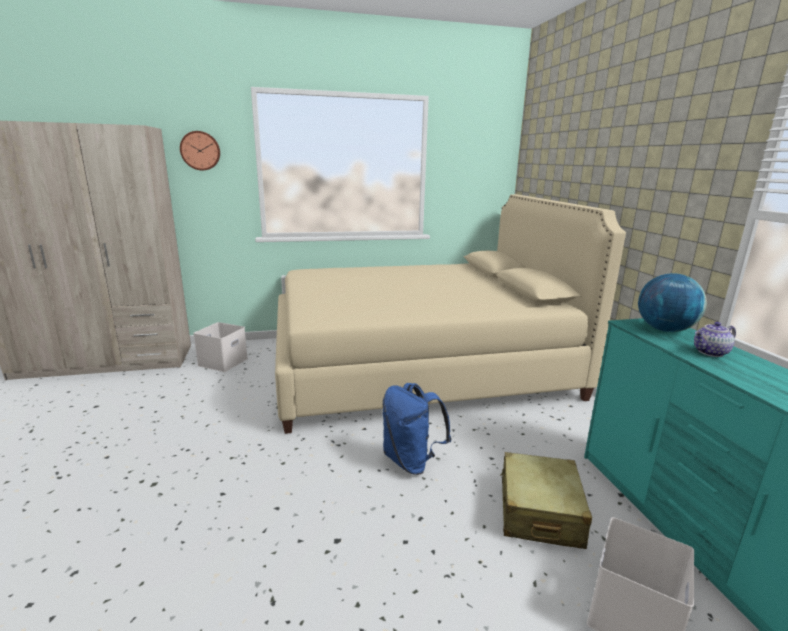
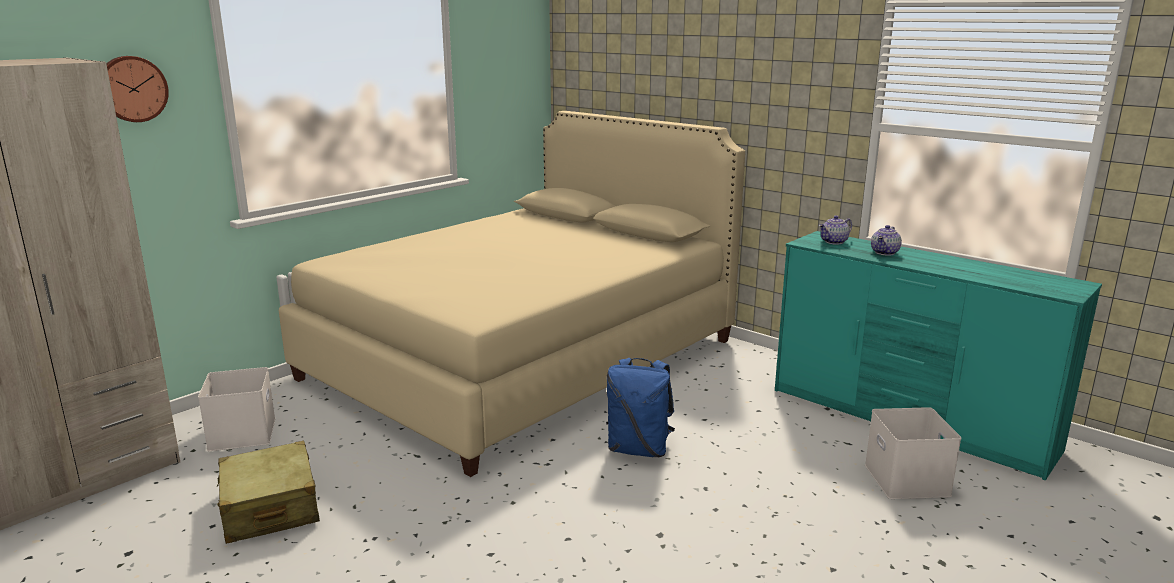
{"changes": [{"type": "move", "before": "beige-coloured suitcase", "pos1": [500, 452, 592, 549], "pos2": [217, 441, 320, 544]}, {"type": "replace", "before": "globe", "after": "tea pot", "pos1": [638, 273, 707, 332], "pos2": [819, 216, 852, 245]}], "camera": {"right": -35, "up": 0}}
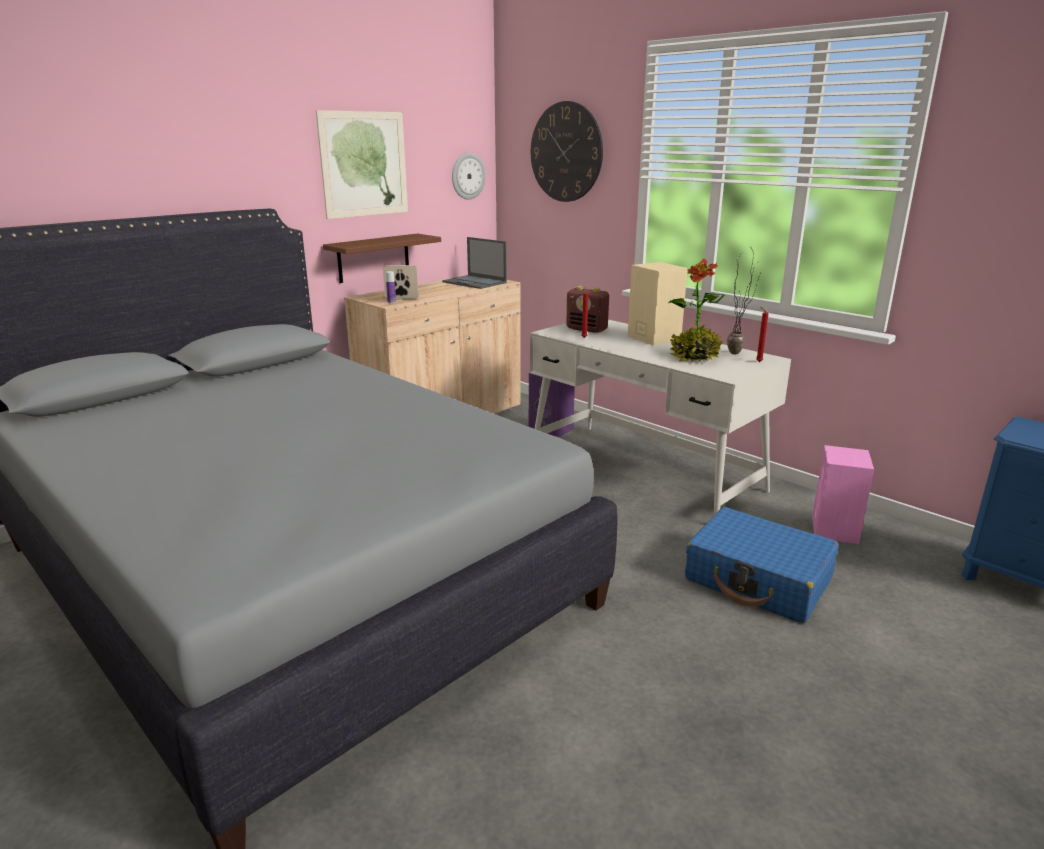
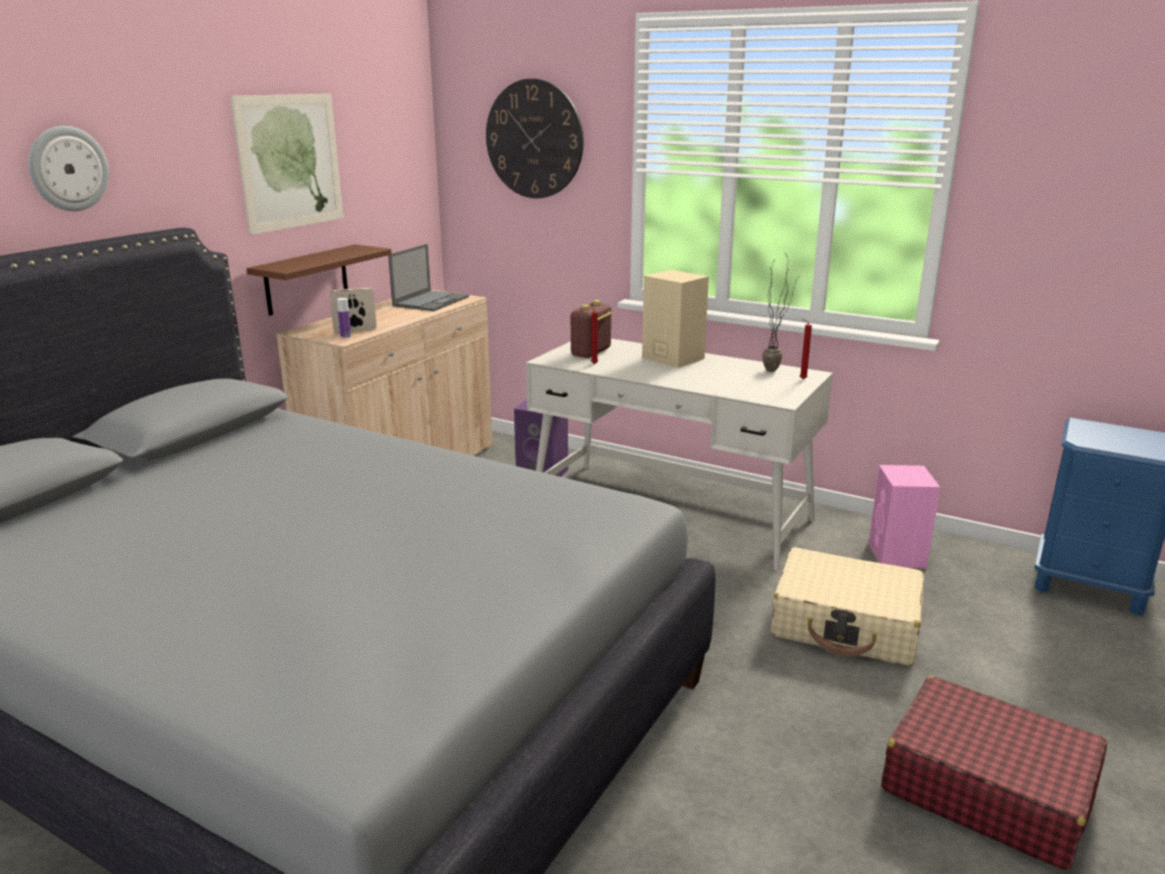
{"changes": [{"type": "delete", "before": "houseplant", "pos1": [669, 258, 724, 362]}, {"type": "insert", "after": "red suitcase", "pos2": [881, 676, 1107, 870]}, {"type": "move", "before": "hanging clock", "pos1": [452, 153, 486, 200], "pos2": [28, 126, 109, 211]}, {"type": "recolor", "before": "blue-coloured suitcase", "after": "beige-coloured suitcase", "pos1": [685, 507, 839, 623], "pos2": [771, 547, 924, 666]}, {"type": "rotate", "before": "notebook computer", "pos1": [442, 237, 507, 289], "pos2": [388, 244, 469, 311], "turn": -90}, {"type": "rotate", "before": "radio", "pos1": [566, 286, 609, 333], "pos2": [571, 300, 612, 358], "turn": 105}], "camera": {"right": -15, "up": 0}}
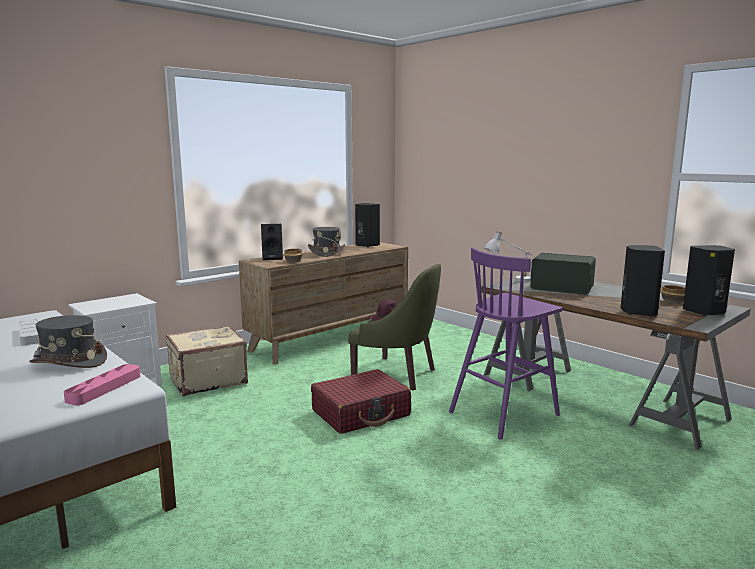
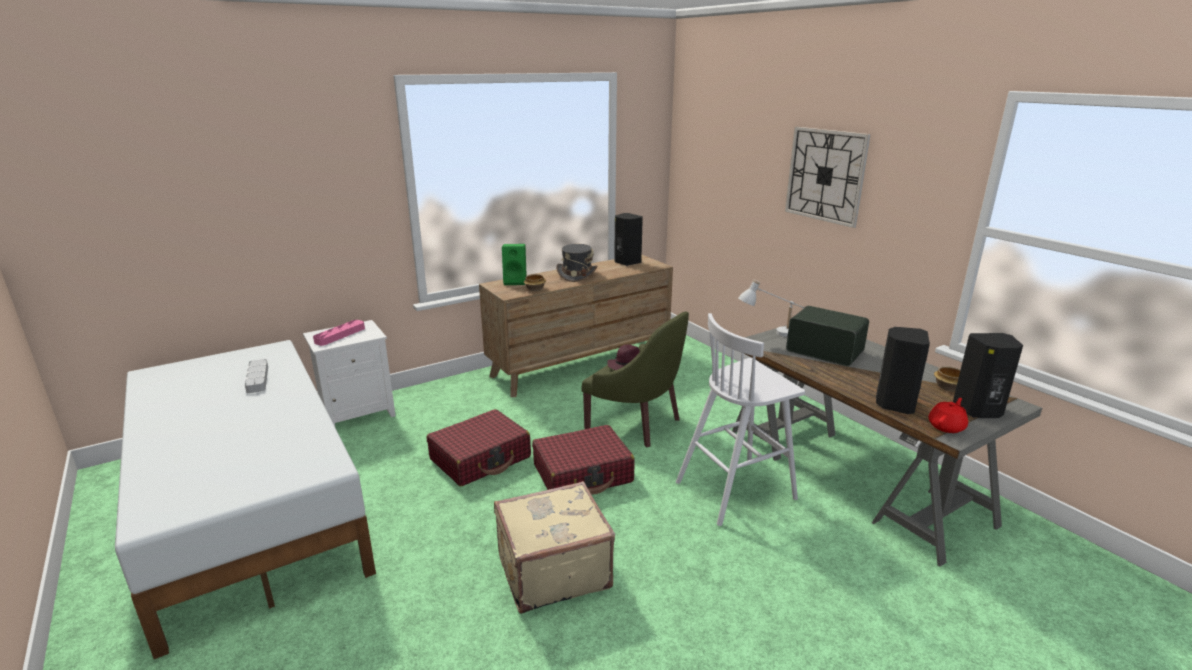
{"changes": [{"type": "delete", "before": "gray wearable hat", "pos1": [29, 315, 107, 368]}, {"type": "insert", "after": "red suitcase", "pos2": [427, 409, 531, 486]}, {"type": "insert", "after": "hanging clock", "pos2": [785, 127, 871, 228]}, {"type": "insert", "after": "red tea pot", "pos2": [929, 398, 968, 433]}, {"type": "move", "before": "pink serving tray", "pos1": [64, 364, 141, 406], "pos2": [313, 320, 365, 346]}, {"type": "move", "before": "beige-coloured suitcase", "pos1": [166, 325, 248, 397], "pos2": [494, 481, 615, 614]}, {"type": "recolor", "before": "blackish speaker", "after": "green speaker", "pos1": [261, 224, 283, 260], "pos2": [502, 244, 527, 285]}, {"type": "recolor", "before": "purple-coloured sitting stool", "after": "white-coloured sitting stool", "pos1": [449, 248, 562, 440], "pos2": [676, 313, 805, 526]}], "camera": {"right": 10, "up": 10}}
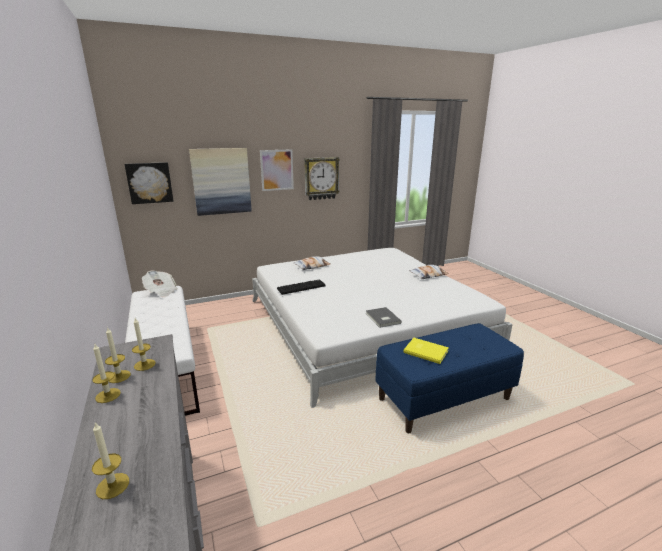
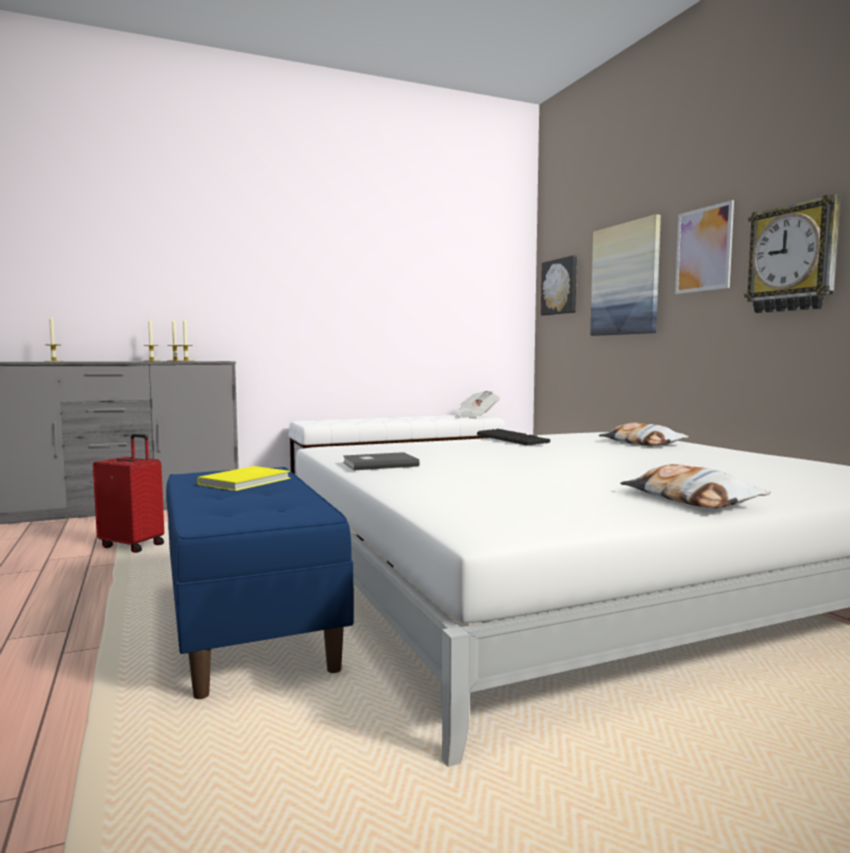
{"changes": [{"type": "insert", "after": "red suitcase", "pos2": [93, 434, 164, 553]}], "camera": {"right": 90, "up": -15}}
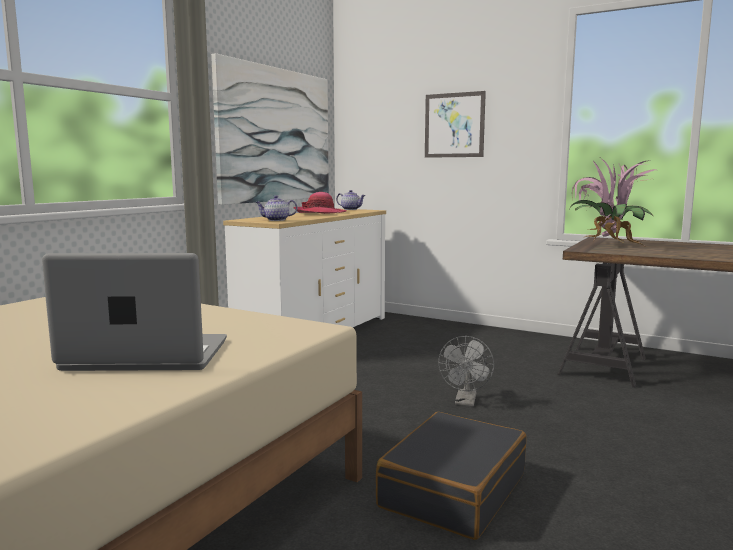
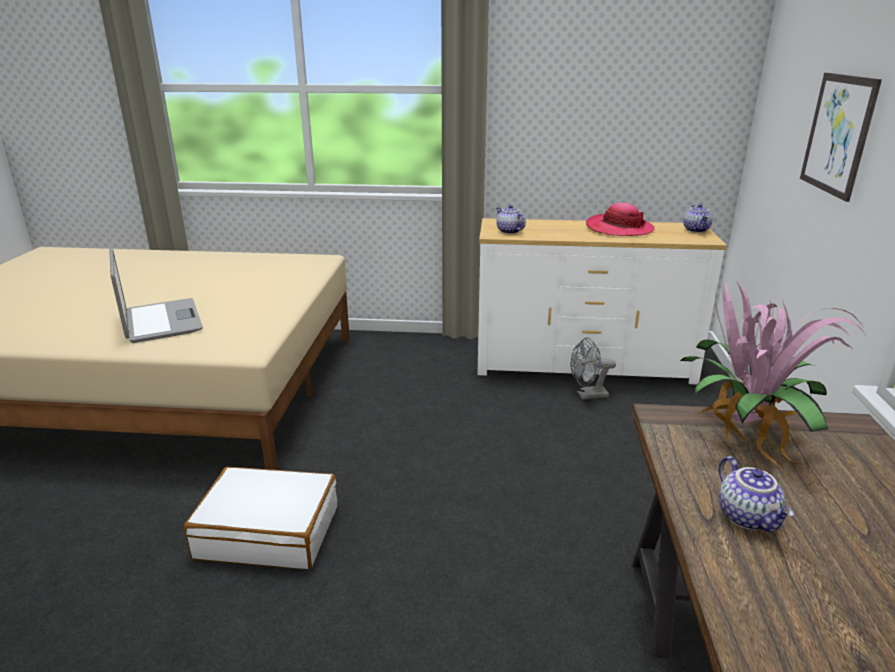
{"changes": [{"type": "delete", "before": "wall art", "pos1": [211, 53, 329, 205]}, {"type": "insert", "after": "tea pot", "pos2": [719, 456, 794, 532]}, {"type": "move", "before": "gray cooling fan", "pos1": [438, 336, 494, 406], "pos2": [571, 337, 616, 400]}, {"type": "recolor", "before": "blackish suitcase", "after": "white-coloured suitcase", "pos1": [376, 412, 526, 540], "pos2": [184, 467, 337, 569]}], "camera": {"right": 65, "up": 15}}
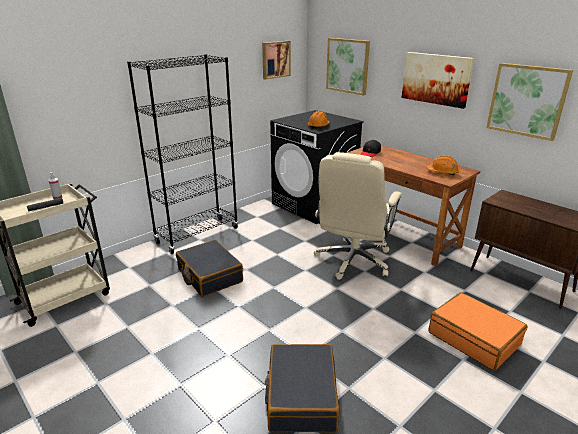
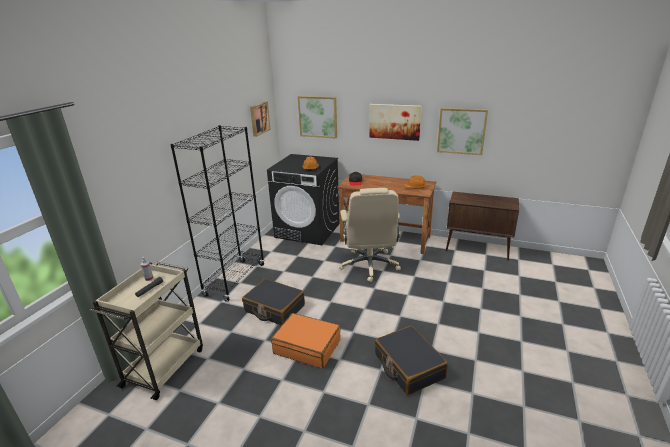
{"changes": [{"type": "move", "before": "orange-coloured suitcase", "pos1": [428, 292, 528, 370], "pos2": [271, 313, 341, 368]}], "camera": {"right": -25, "up": 0}}
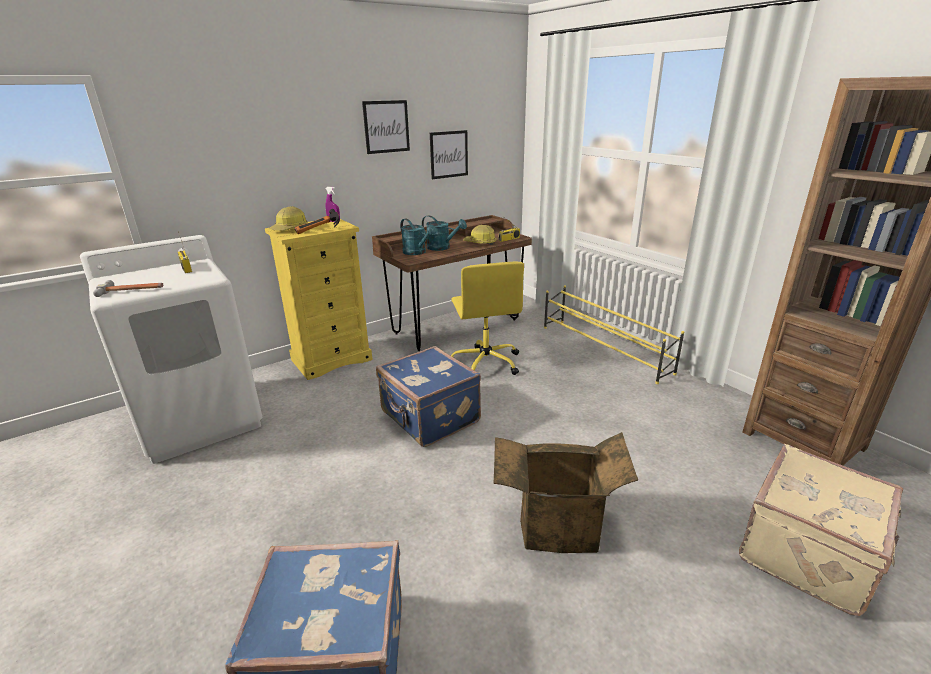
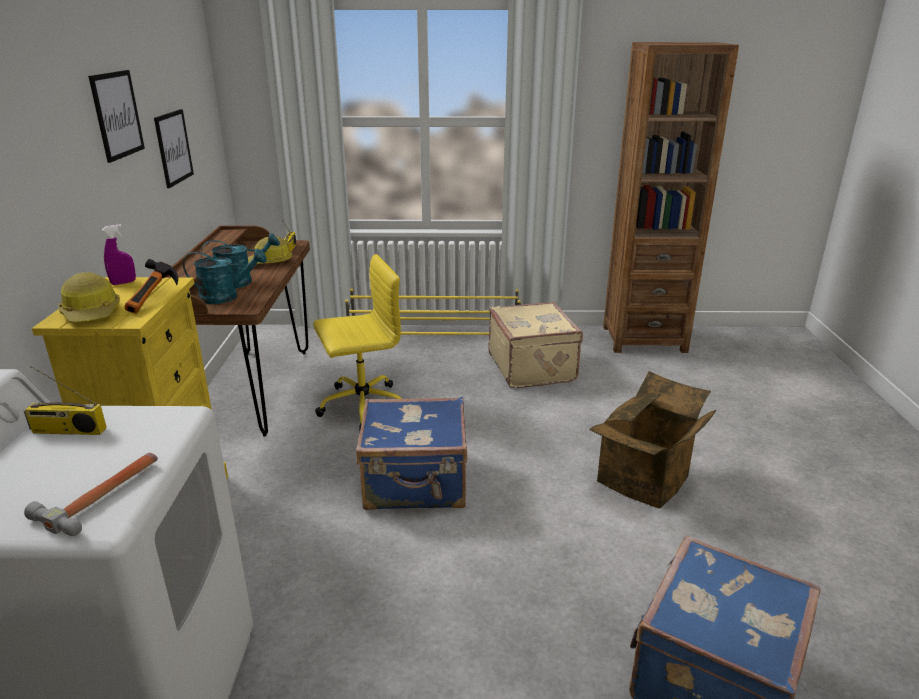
{"changes": [{"type": "move", "before": "beige-coloured suitcase", "pos1": [739, 444, 903, 616], "pos2": [488, 302, 583, 388]}, {"type": "rotate", "before": "yellowish computer chair", "pos1": [451, 261, 524, 375], "pos2": [313, 254, 402, 430], "turn": -45}], "camera": {"right": -55, "up": 0}}
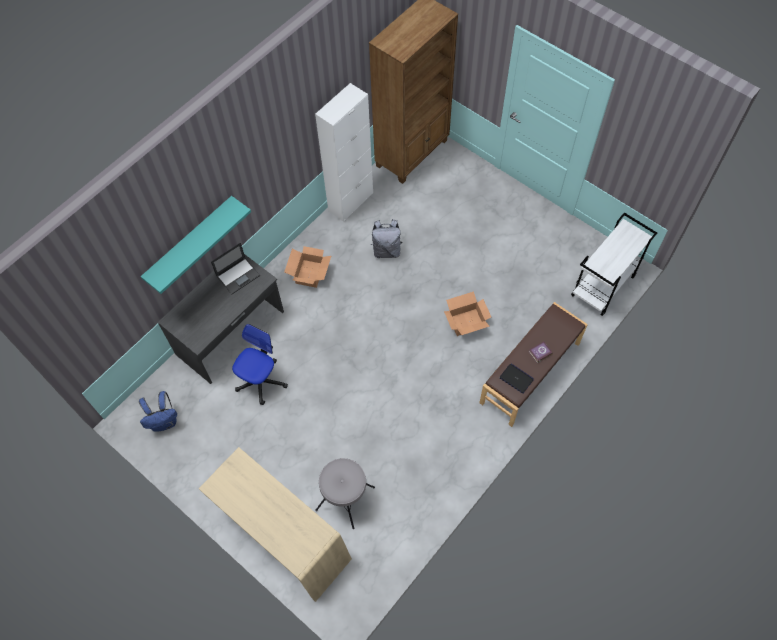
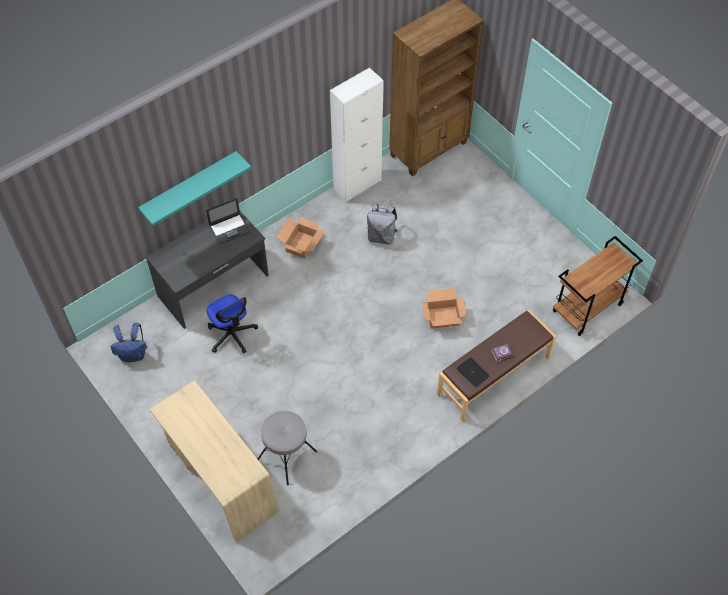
{"changes": [{"type": "recolor", "before": "white-coloured trolley", "after": "brown-coloured trolley", "pos1": [571, 213, 657, 316], "pos2": [553, 236, 643, 336]}, {"type": "rotate", "before": "computer chair", "pos1": [232, 324, 288, 405], "pos2": [206, 295, 258, 353], "turn": 105}], "camera": {"right": 10, "up": -5}}
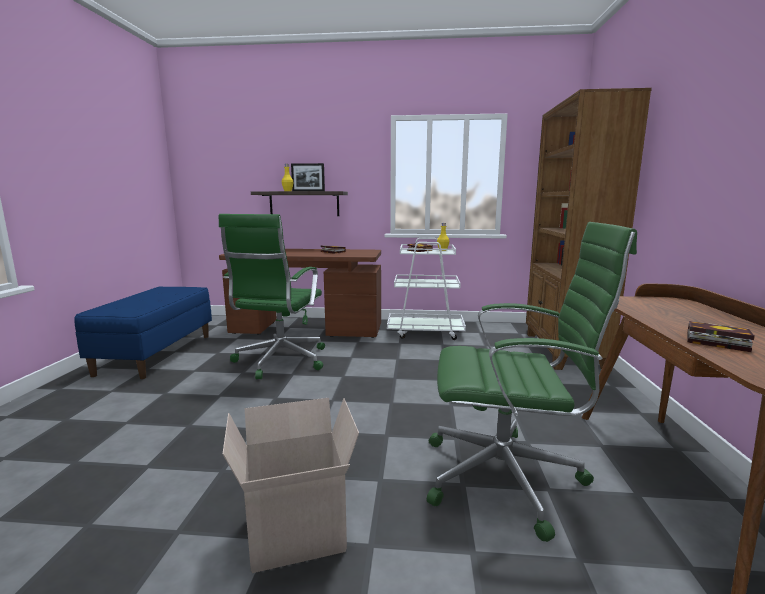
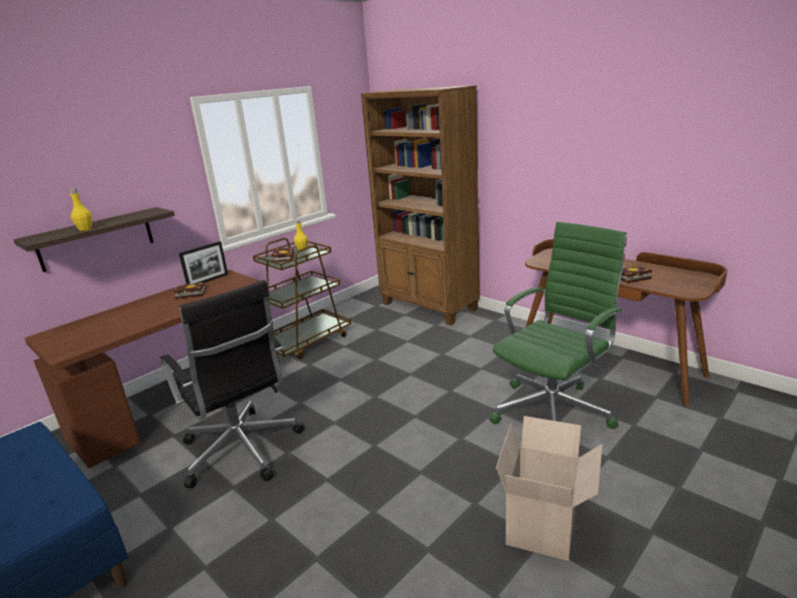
{"changes": [{"type": "move", "before": "standing frame", "pos1": [291, 163, 325, 191], "pos2": [179, 241, 228, 285]}, {"type": "recolor", "before": "green computer chair", "after": "blackish computer chair", "pos1": [219, 214, 325, 379], "pos2": [160, 280, 304, 489]}, {"type": "recolor", "before": "white-coloured trolley", "after": "brown-coloured trolley", "pos1": [387, 238, 466, 340], "pos2": [253, 238, 351, 359]}], "camera": {"right": -50, "up": 10}}
